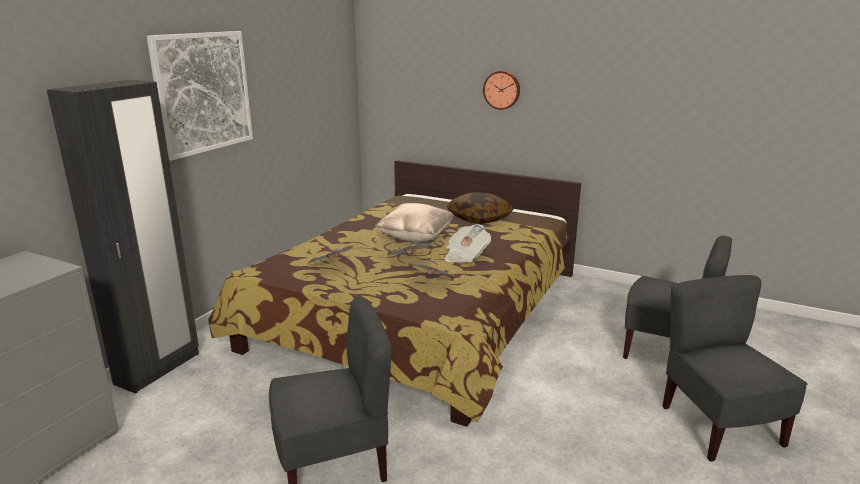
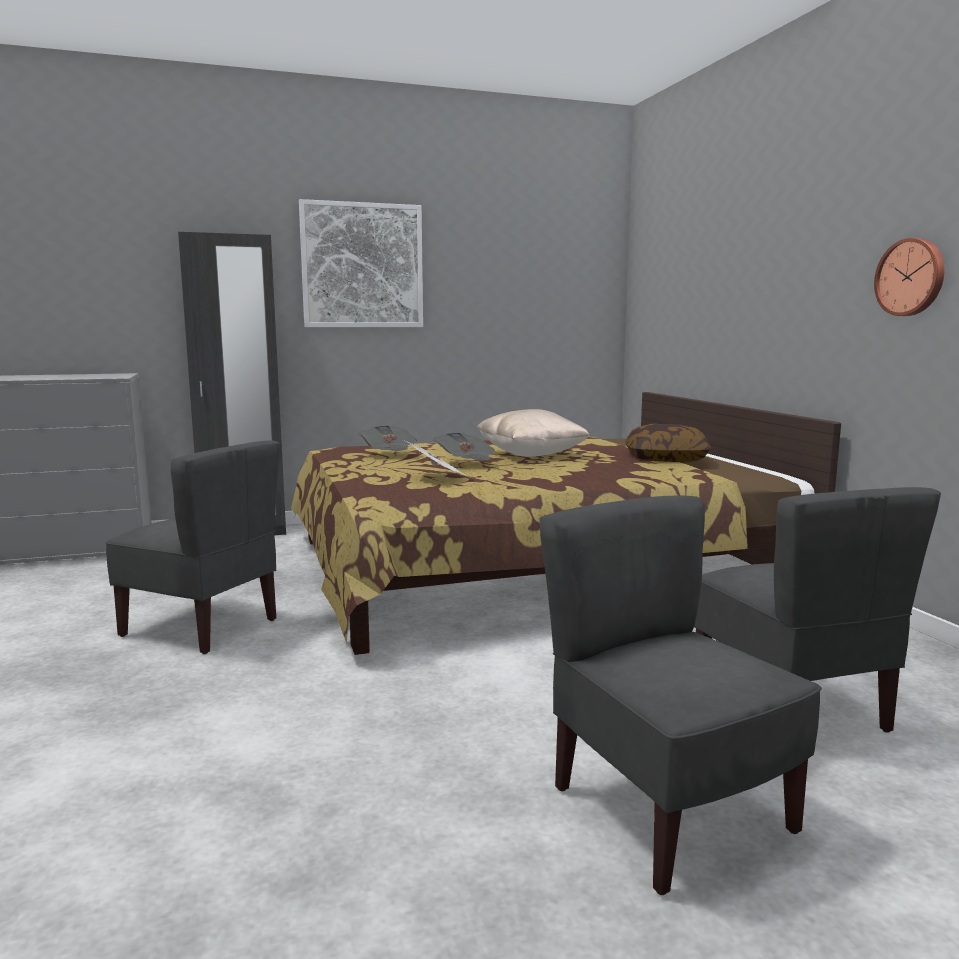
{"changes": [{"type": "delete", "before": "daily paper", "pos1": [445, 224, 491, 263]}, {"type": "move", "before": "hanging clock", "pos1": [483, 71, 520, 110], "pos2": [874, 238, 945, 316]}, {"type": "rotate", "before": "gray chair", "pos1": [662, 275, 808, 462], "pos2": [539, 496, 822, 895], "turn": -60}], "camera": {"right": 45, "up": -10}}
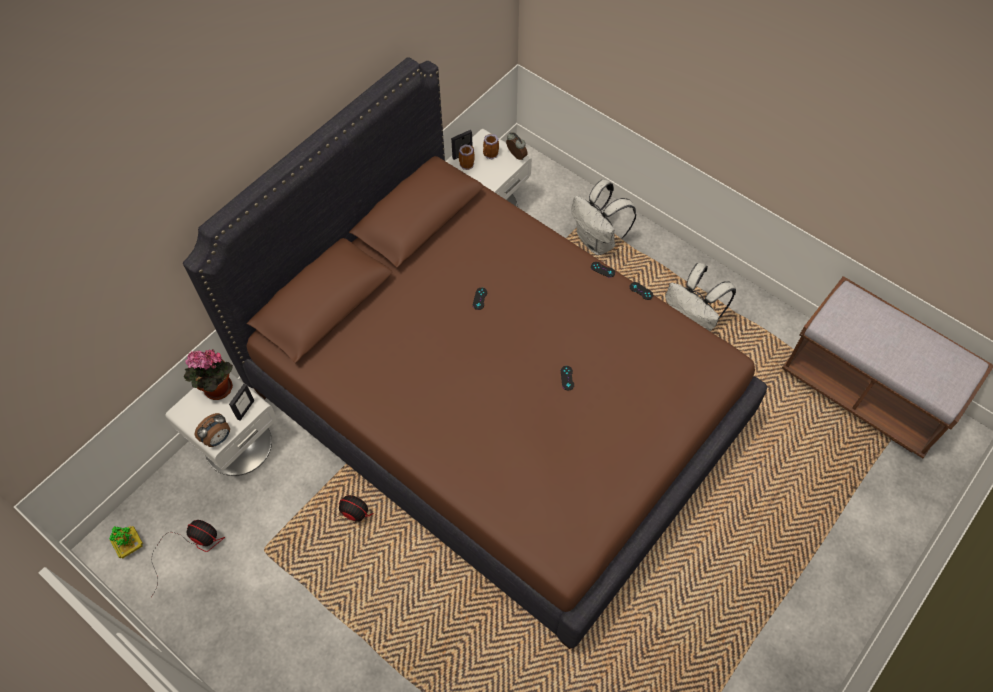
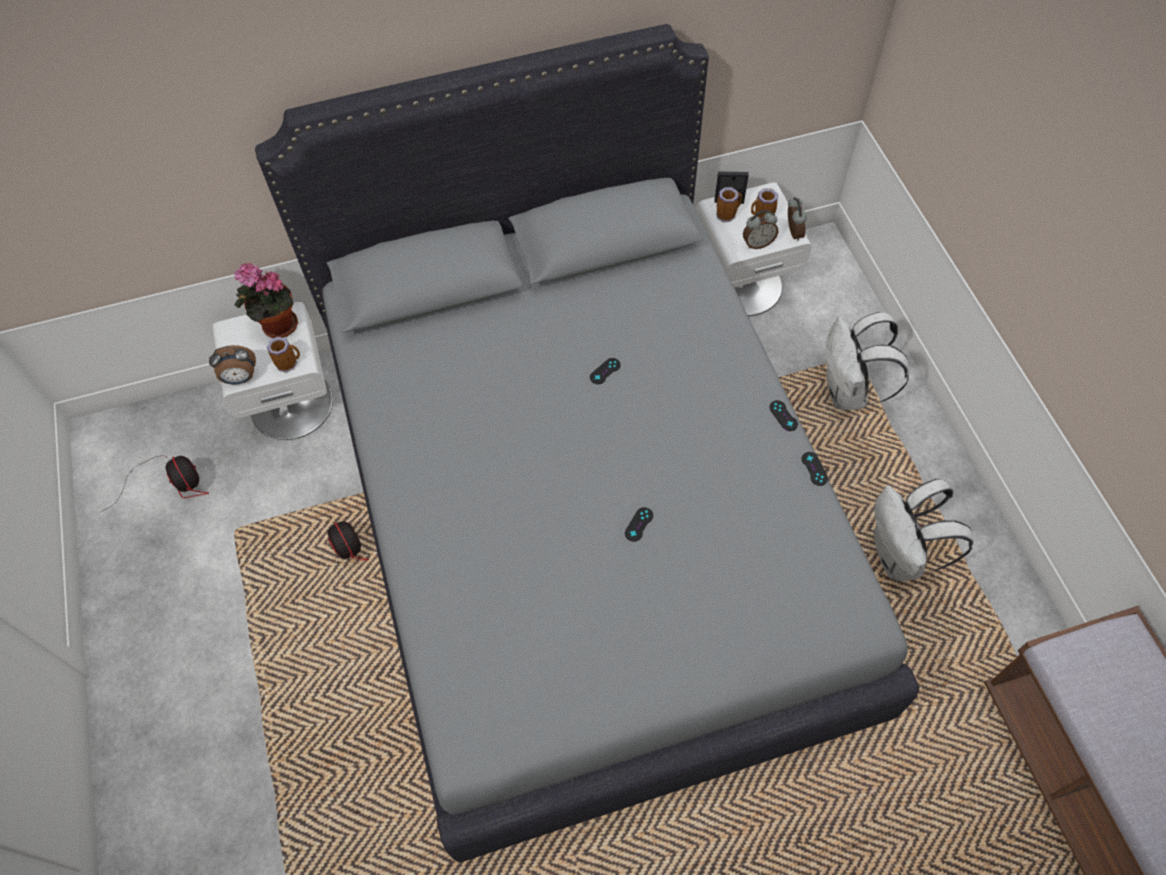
{"changes": [{"type": "delete", "before": "houseplant", "pos1": [109, 526, 143, 559]}, {"type": "insert", "after": "alarm clock", "pos2": [743, 210, 778, 249]}, {"type": "replace", "before": "standing frame", "after": "mug", "pos1": [229, 384, 255, 421], "pos2": [267, 337, 300, 373]}, {"type": "recolor", "before": "brown-coloured bedroom bed", "after": "gray bedroom bed", "pos1": [183, 57, 767, 649], "pos2": [255, 24, 919, 862]}], "camera": {"right": 35, "up": 0}}
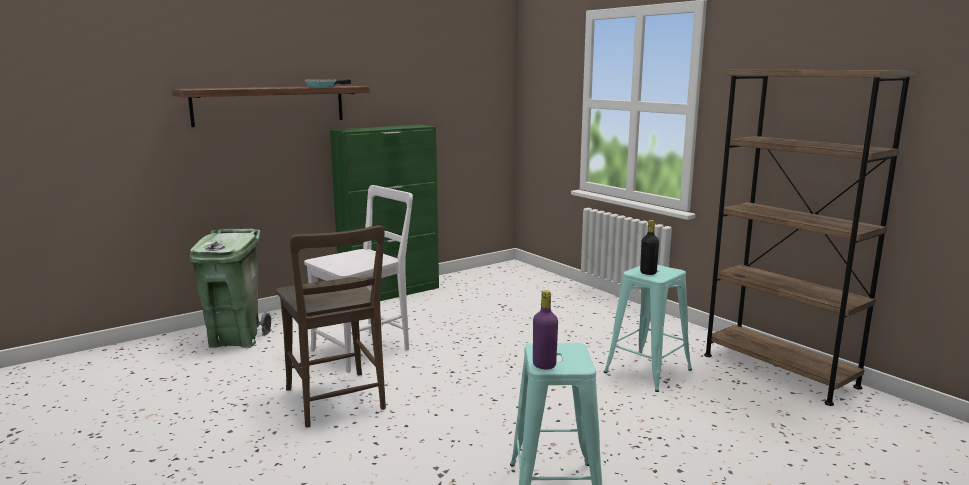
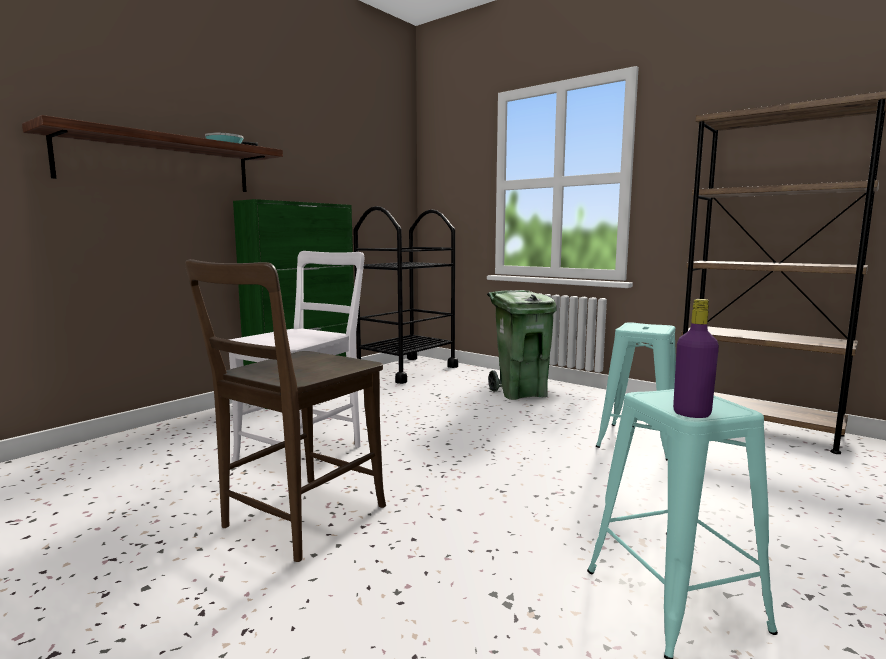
{"changes": [{"type": "delete", "before": "blackish beverage bottle", "pos1": [640, 220, 659, 275]}, {"type": "insert", "after": "blackish trolley", "pos2": [353, 206, 458, 384]}, {"type": "move", "before": "green trash can", "pos1": [190, 229, 272, 348], "pos2": [487, 290, 556, 400]}, {"type": "rotate", "before": "brown-coloured chair", "pos1": [276, 225, 386, 428], "pos2": [185, 259, 386, 562], "turn": 75}], "camera": {"right": -15, "up": -5}}
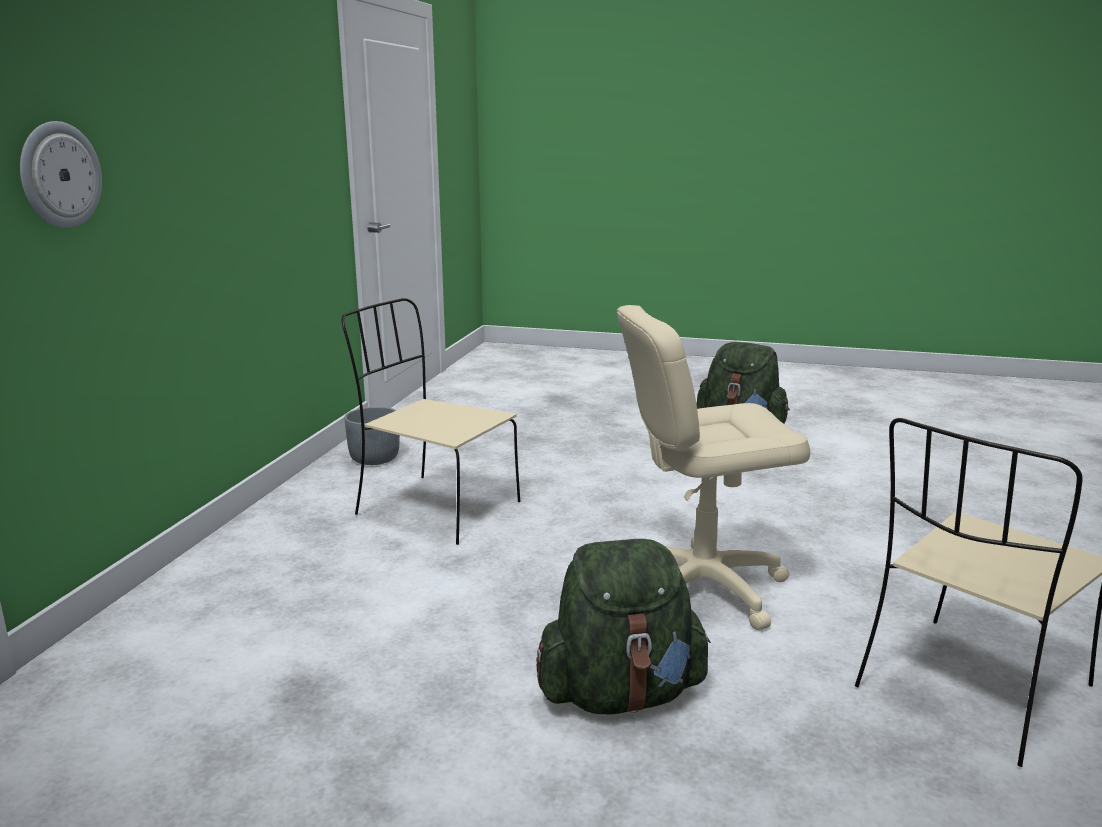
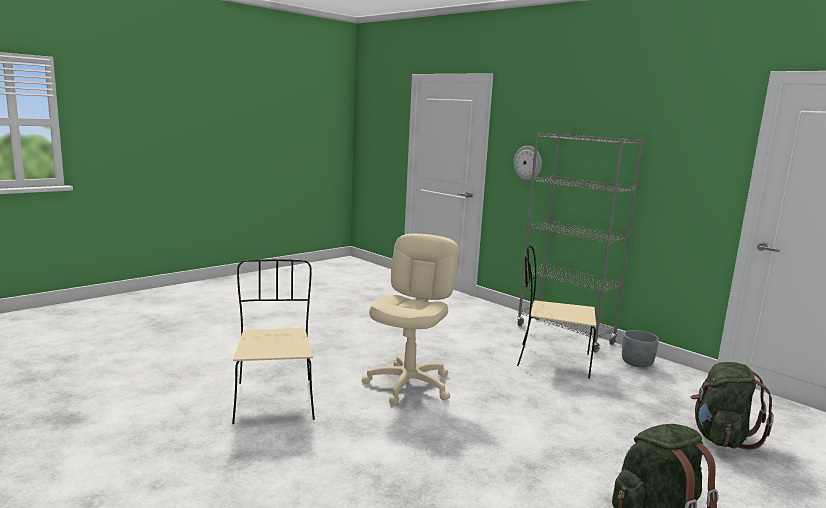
{"changes": [{"type": "insert", "after": "gray bookshelf", "pos2": [517, 132, 643, 353]}, {"type": "move", "before": "green rucksack", "pos1": [536, 539, 711, 715], "pos2": [691, 362, 774, 450]}, {"type": "rotate", "before": "beige-coloured chair", "pos1": [342, 298, 520, 545], "pos2": [517, 246, 596, 378], "turn": -135}], "camera": {"right": 120, "up": -5}}
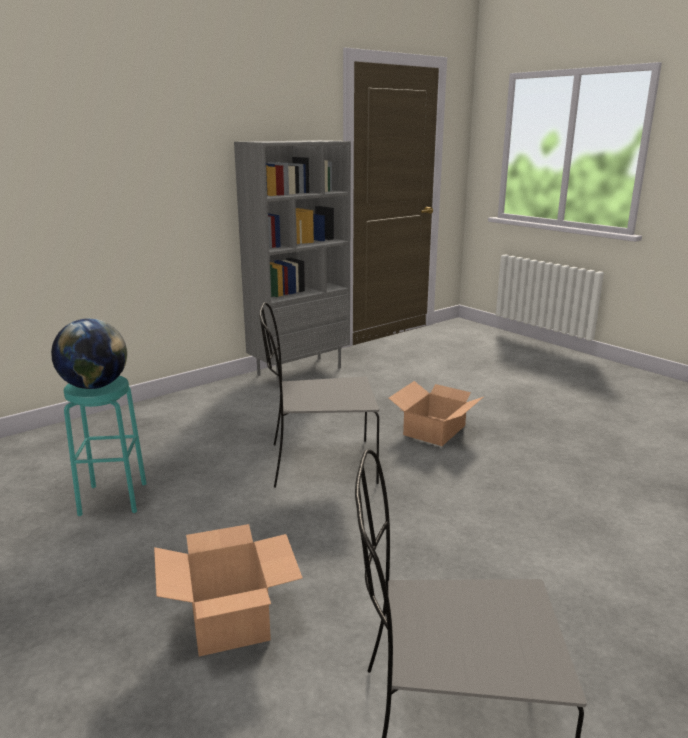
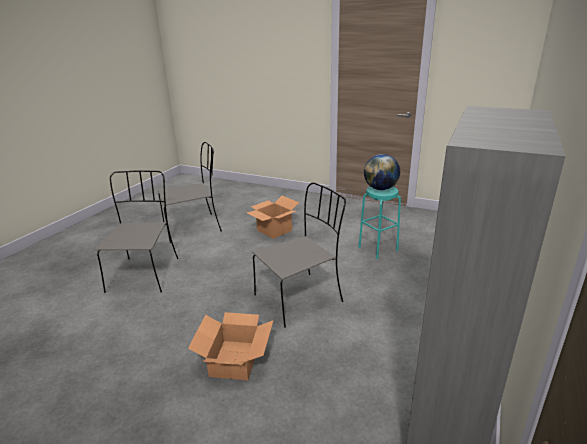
{"changes": [{"type": "insert", "after": "gray chair", "pos2": [95, 171, 178, 293]}], "camera": {"right": 155, "up": 5}}
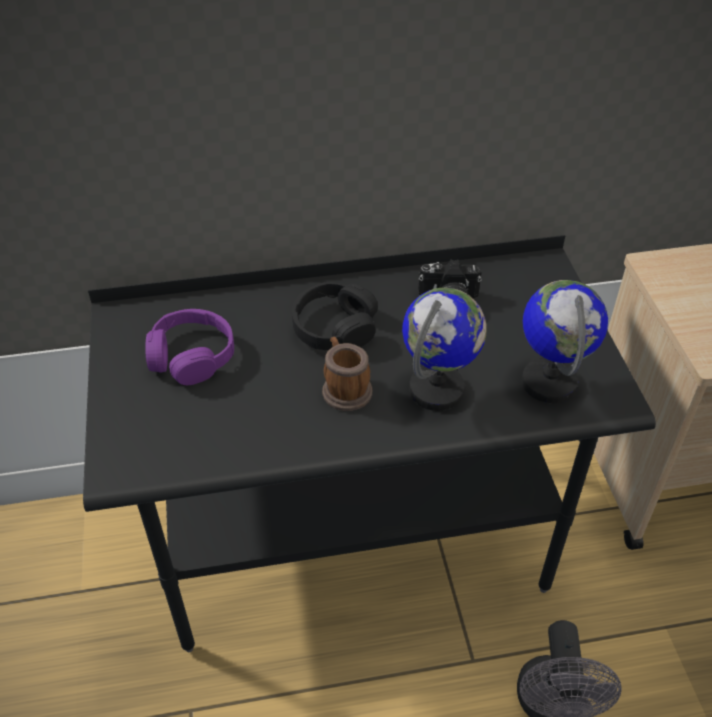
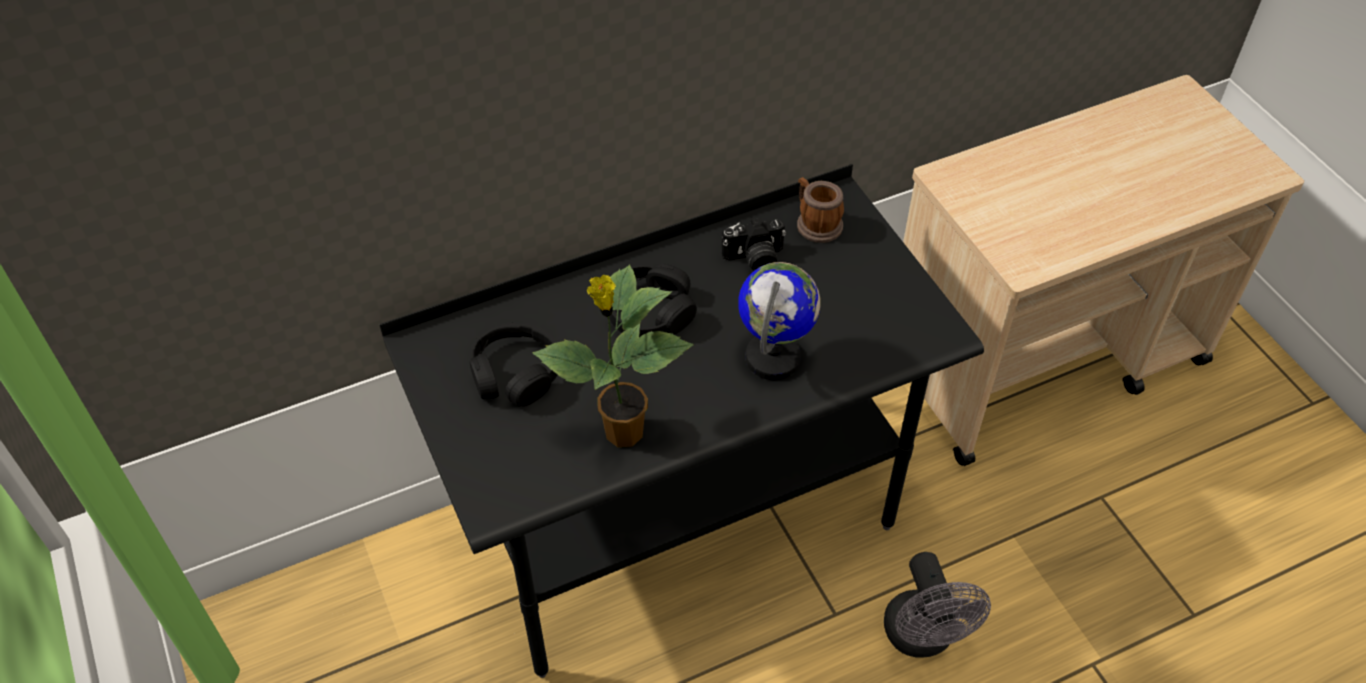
{"changes": [{"type": "delete", "before": "globe", "pos1": [522, 280, 608, 403]}, {"type": "insert", "after": "houseplant", "pos2": [532, 265, 694, 447]}, {"type": "move", "before": "mug", "pos1": [322, 337, 372, 411], "pos2": [797, 177, 844, 243]}, {"type": "recolor", "before": "purple-coloured pair of headphones", "after": "blackish pair of headphones", "pos1": [145, 309, 234, 385], "pos2": [469, 323, 557, 407]}], "camera": {"right": -15, "up": 5}}
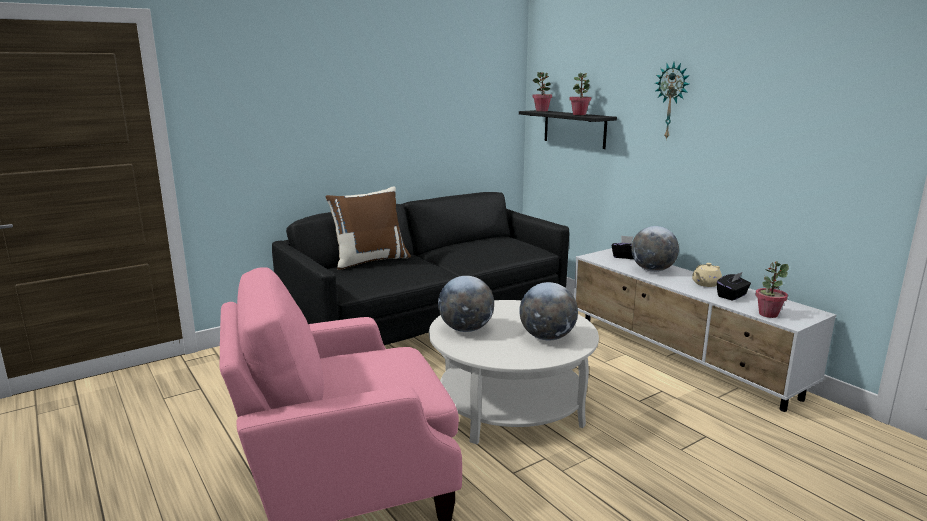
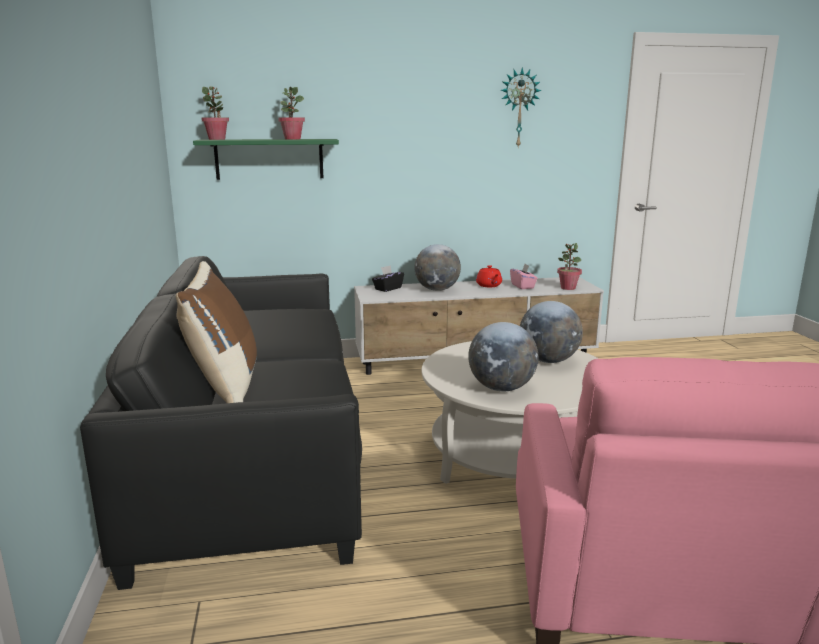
{"changes": [{"type": "move", "before": "hanging clock", "pos1": [655, 62, 690, 140], "pos2": [501, 67, 542, 147]}, {"type": "recolor", "before": "blackish shelf", "after": "green shelf", "pos1": [519, 110, 617, 149], "pos2": [193, 139, 339, 180]}, {"type": "recolor", "before": "beige-coloured tea pot", "after": "red tea pot", "pos1": [692, 263, 722, 287], "pos2": [476, 265, 502, 287]}, {"type": "recolor", "before": "blackish tissue box", "after": "pink tissue box", "pos1": [717, 272, 751, 301], "pos2": [510, 264, 538, 289]}], "camera": {"right": -65, "up": 0}}
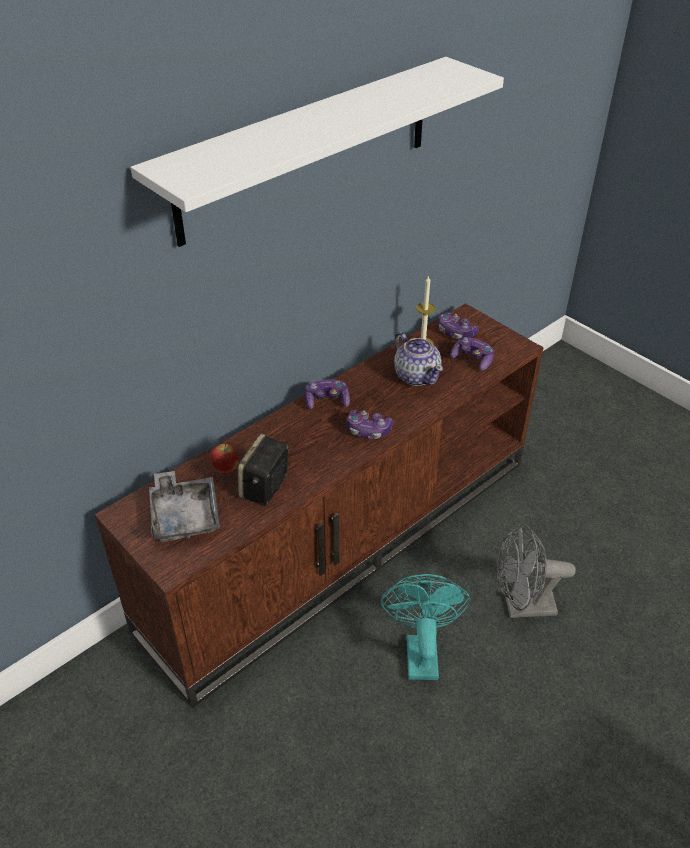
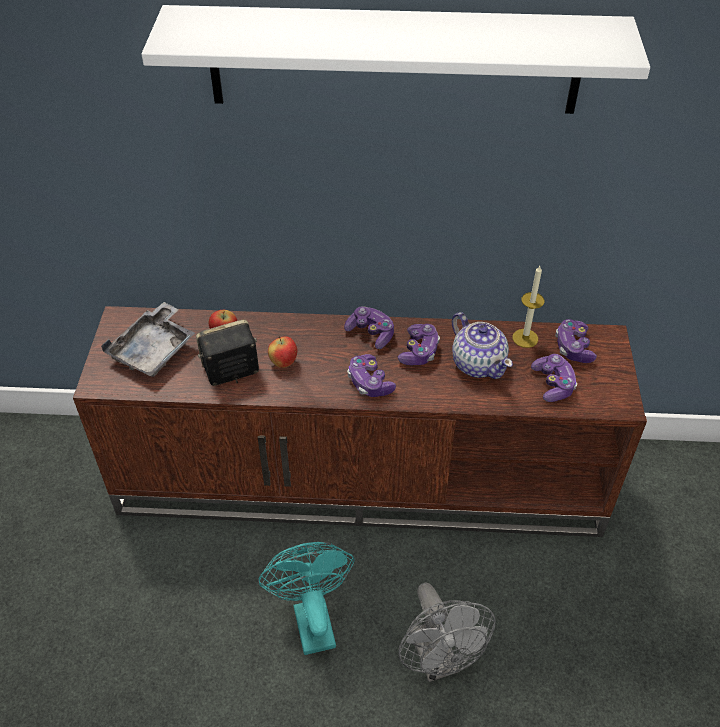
{"changes": [{"type": "insert", "after": "apple fruit", "pos2": [268, 337, 297, 368]}, {"type": "insert", "after": "gamepad", "pos2": [398, 324, 440, 365]}, {"type": "rotate", "before": "blue-green cooling fan", "pos1": [380, 574, 470, 680], "pos2": [258, 542, 355, 655], "turn": -60}, {"type": "rotate", "before": "tea pot", "pos1": [394, 332, 443, 386], "pos2": [452, 312, 513, 379], "turn": -45}, {"type": "rotate", "before": "gray cooling fan", "pos1": [497, 524, 576, 618], "pos2": [399, 583, 496, 682], "turn": -150}], "camera": {"right": 45, "up": 5}}
